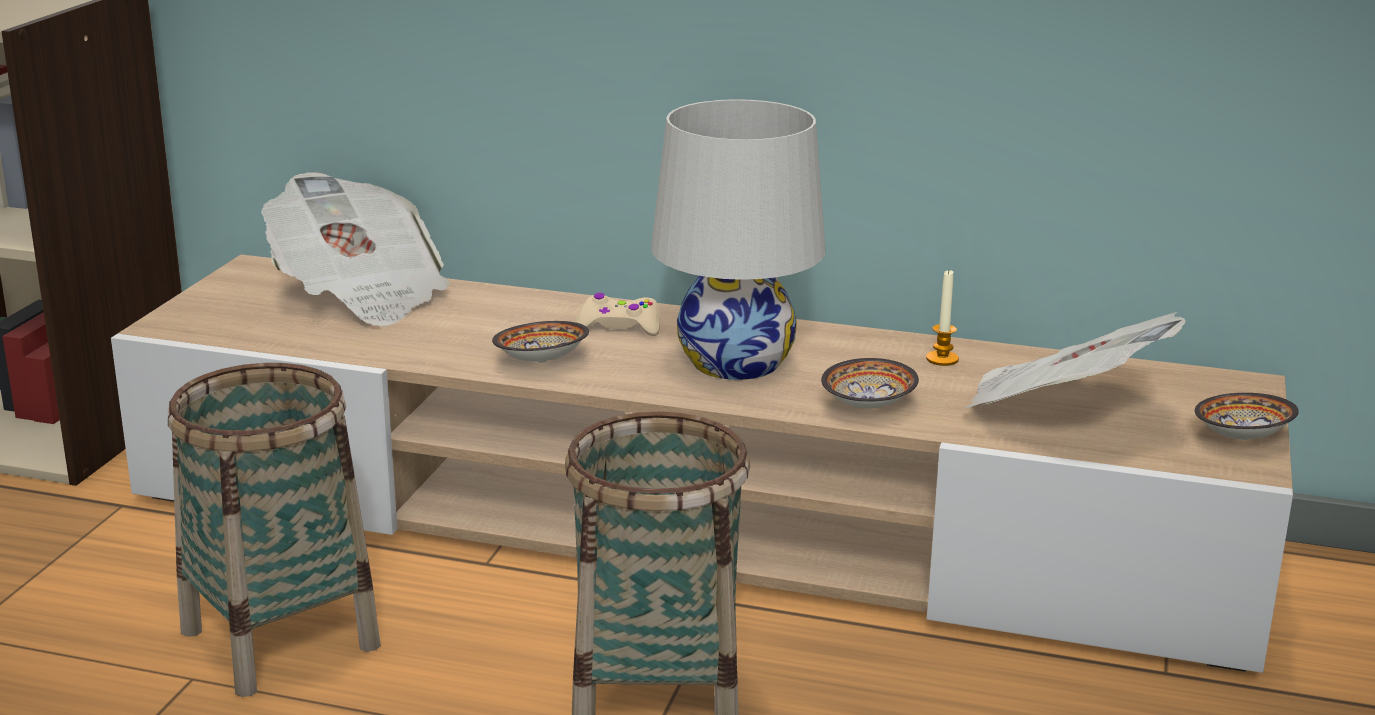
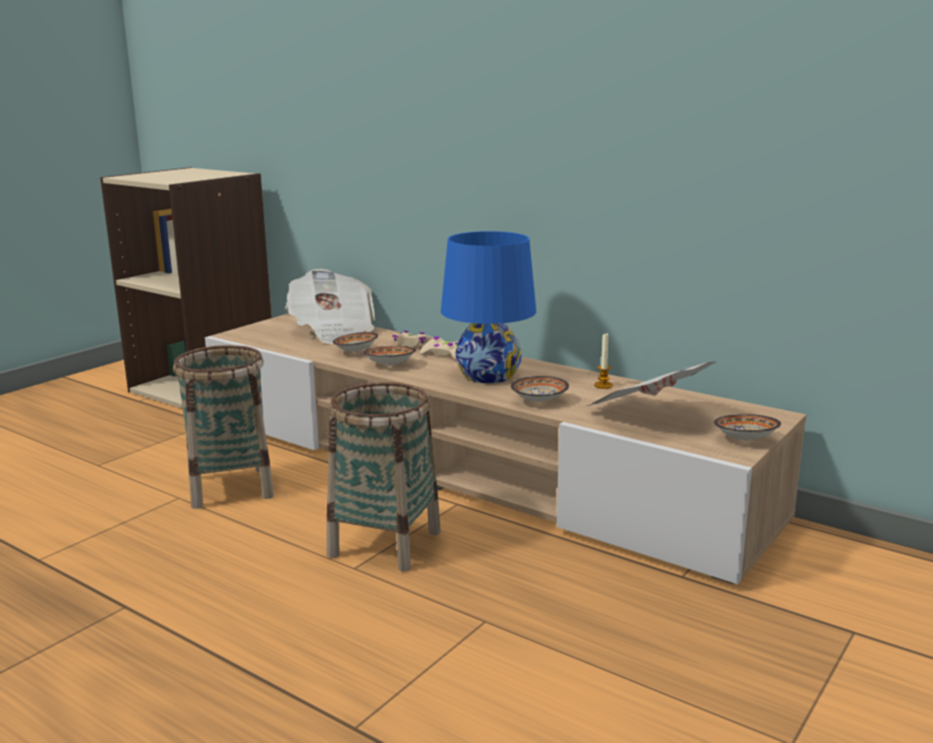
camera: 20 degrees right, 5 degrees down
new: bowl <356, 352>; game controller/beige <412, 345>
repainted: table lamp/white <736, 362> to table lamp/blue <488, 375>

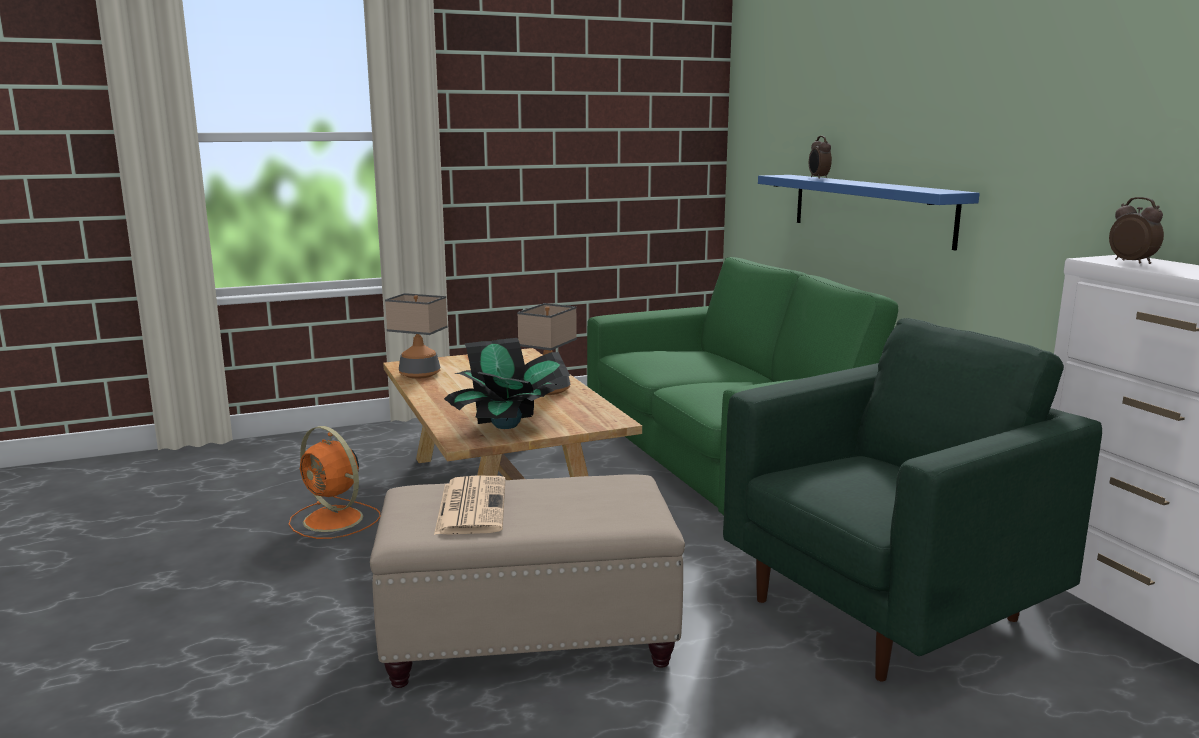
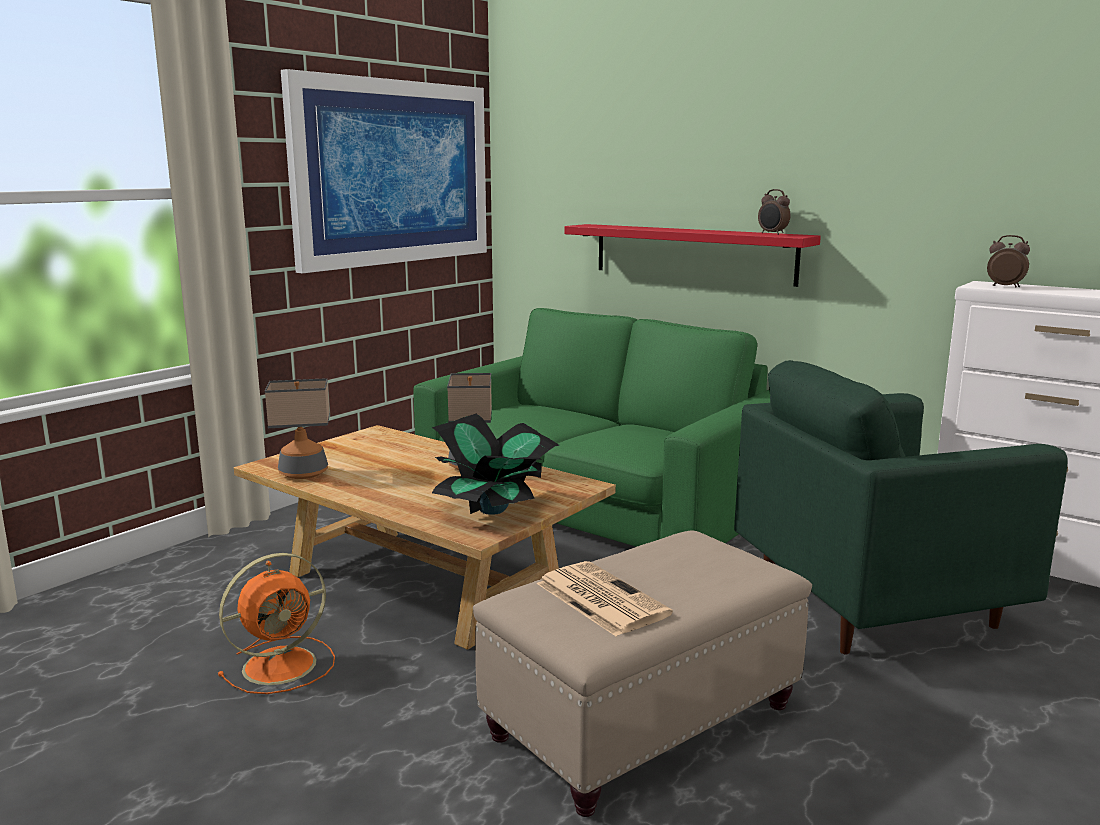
camera: 30 degrees left, 0 degrees up
new: picture <393, 173>
shifted: alarm clock <818, 178> to <772, 234>
repainted: shelf/blue <870, 208> to shelf/red <692, 253>
rotated: fan/orange <335, 520> = <283, 664> 45 degrees counterclockwise; armchair/green <887, 609> = <872, 605> 135 degrees counterclockwise

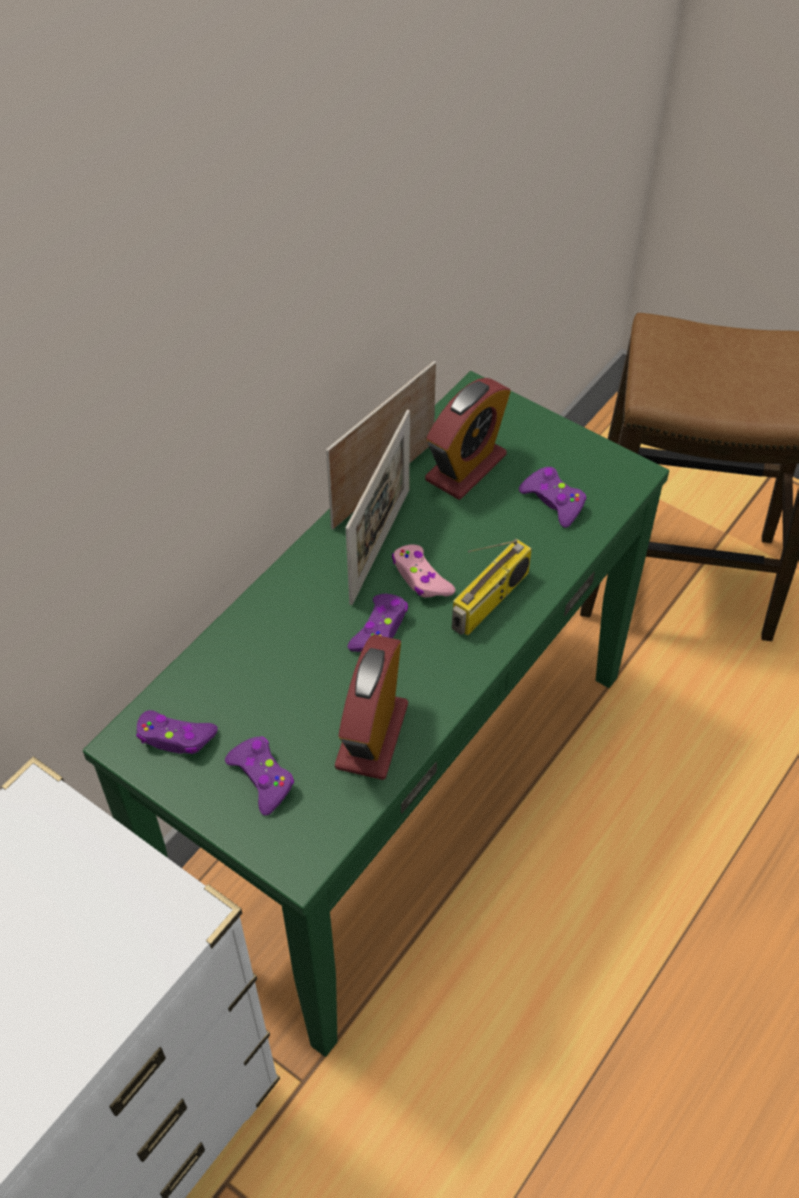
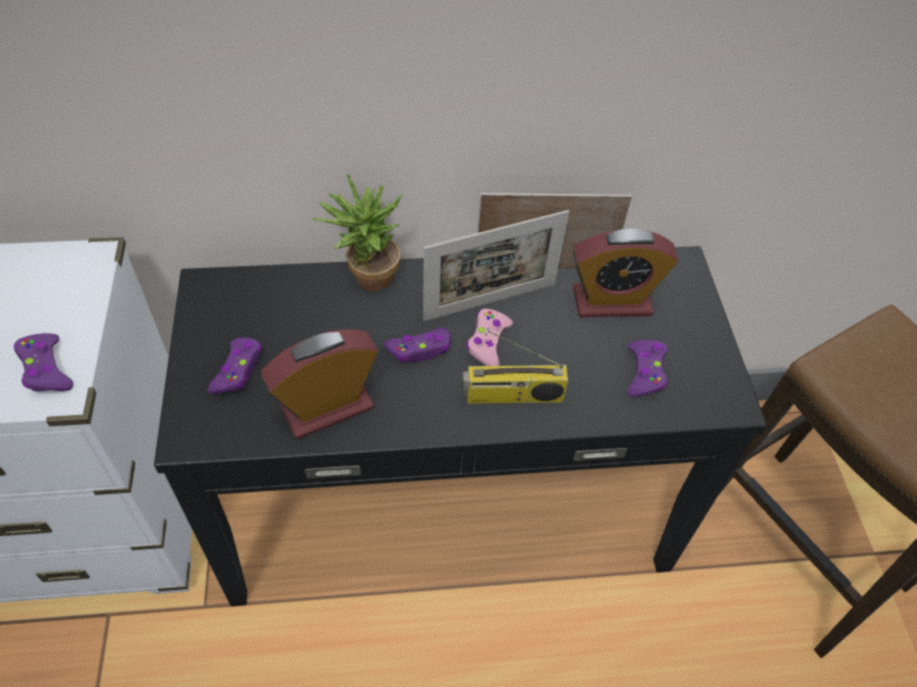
camera: 45 degrees right, 0 degrees up
new: potted plant <366, 278>
shifted: game controller/purple <175, 737> to <46, 369>
repainted: console table/green <397, 792> to console table/black <447, 503>

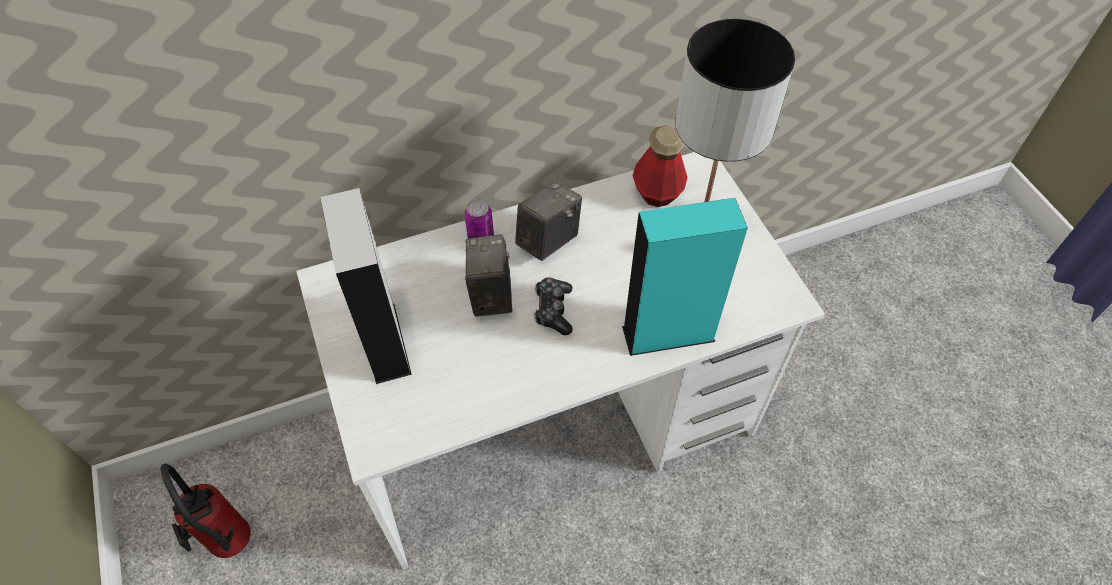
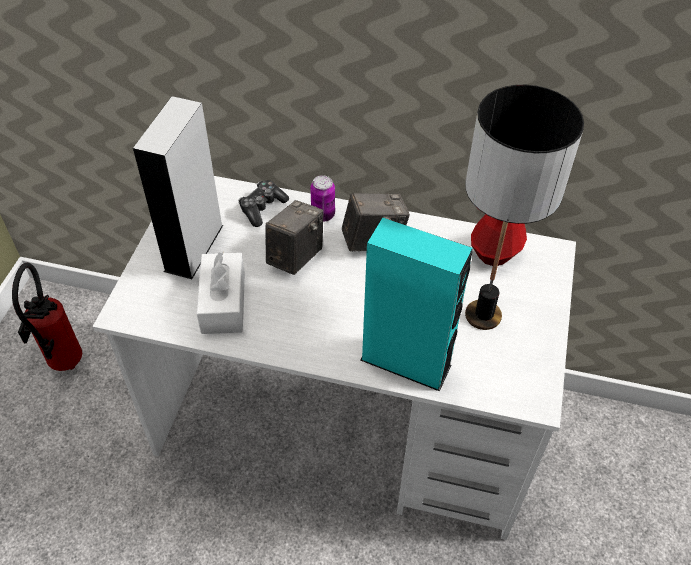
camera: 35 degrees right, 5 degrees down
new: tissue box/white <223, 303>
shifted: game controller <553, 310> to <262, 208>

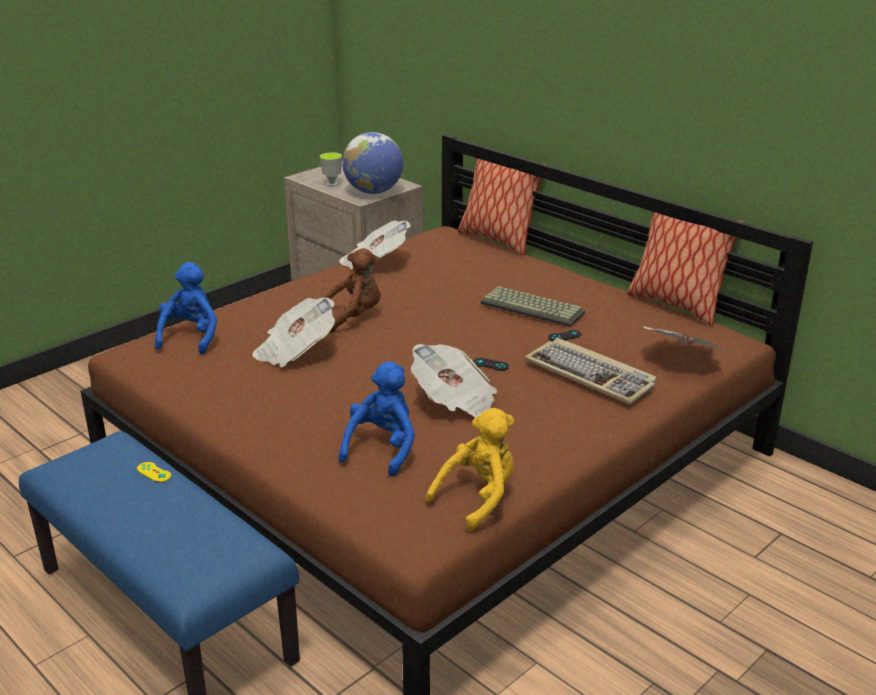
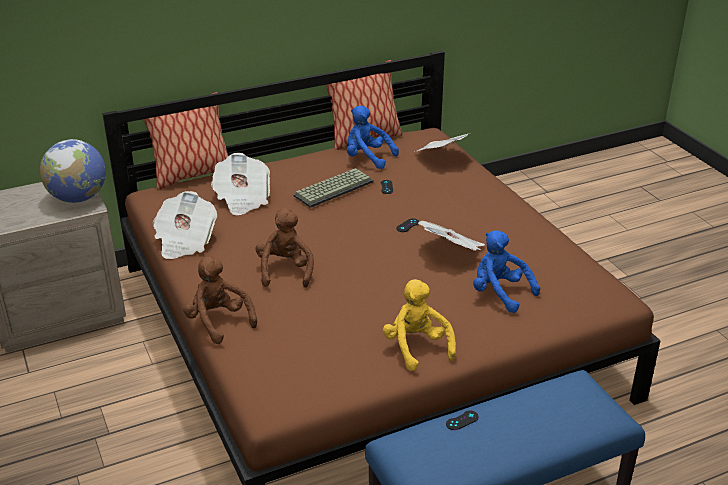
camera: 70 degrees left, 5 degrees up
gone: cup <332, 184>; keyboard <591, 374>
new: plush toy/brown <218, 322>
shifted: newspaper <295, 351> to <242, 199>; plush toy/blue <191, 337> to <367, 158>; plush toy/yellow <478, 498> to <417, 347>
repainted: game controller/yellow <154, 472> to game controller/black <462, 420>

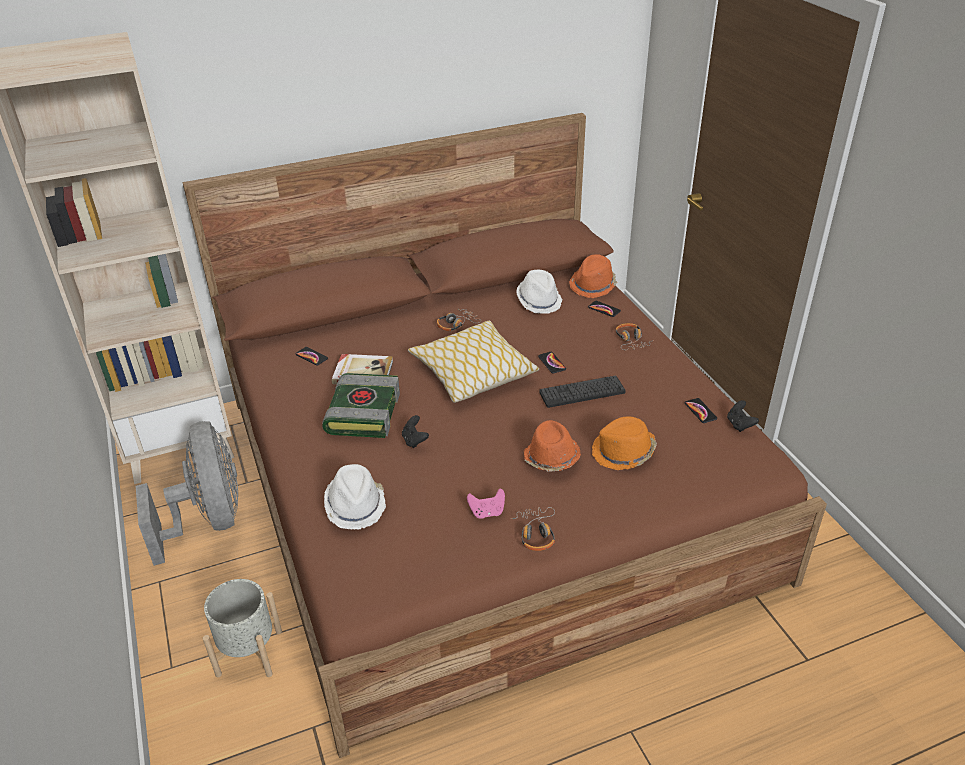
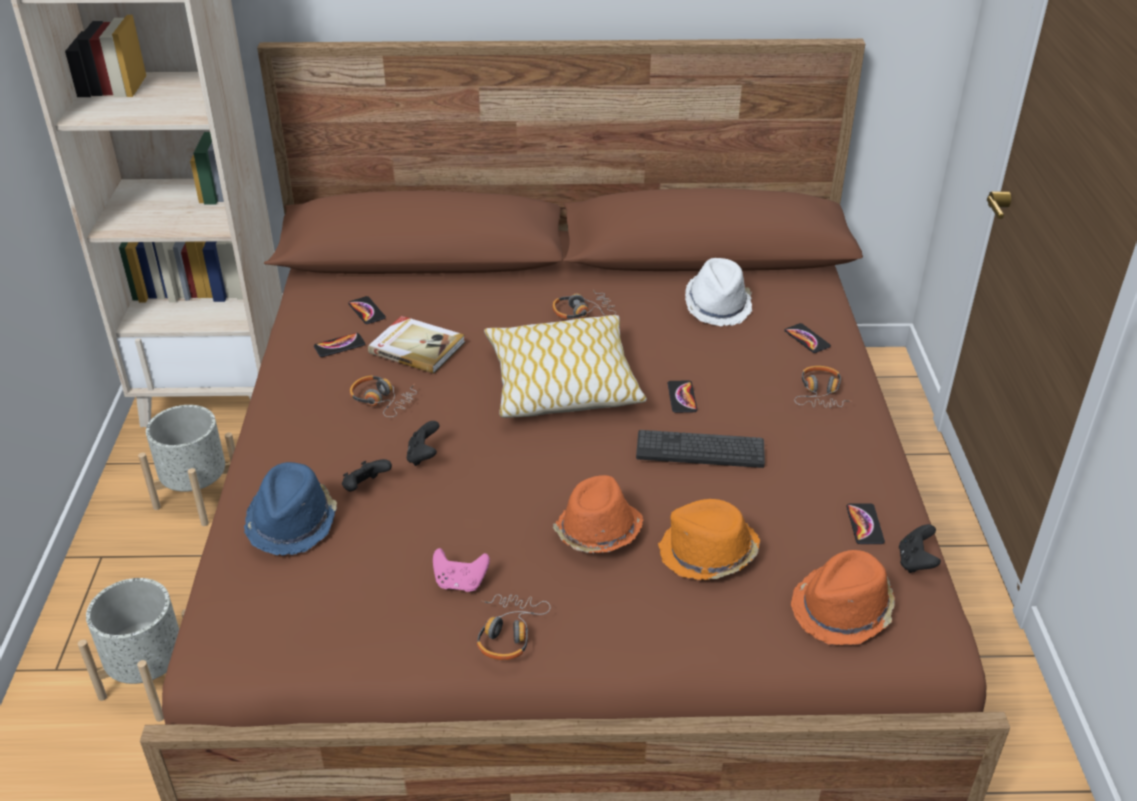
camera: 20 degrees right, 0 degrees up
new: phone <339, 346>; game controller/black <365, 487>
shifted: hat/orange <593, 285> to <843, 610>
swapped: fan/grey <209, 520> to planter/grey <198, 497>; book <362, 412> to headphones <382, 400>
repainted: hat/white <355, 505> to hat/blue <293, 522>

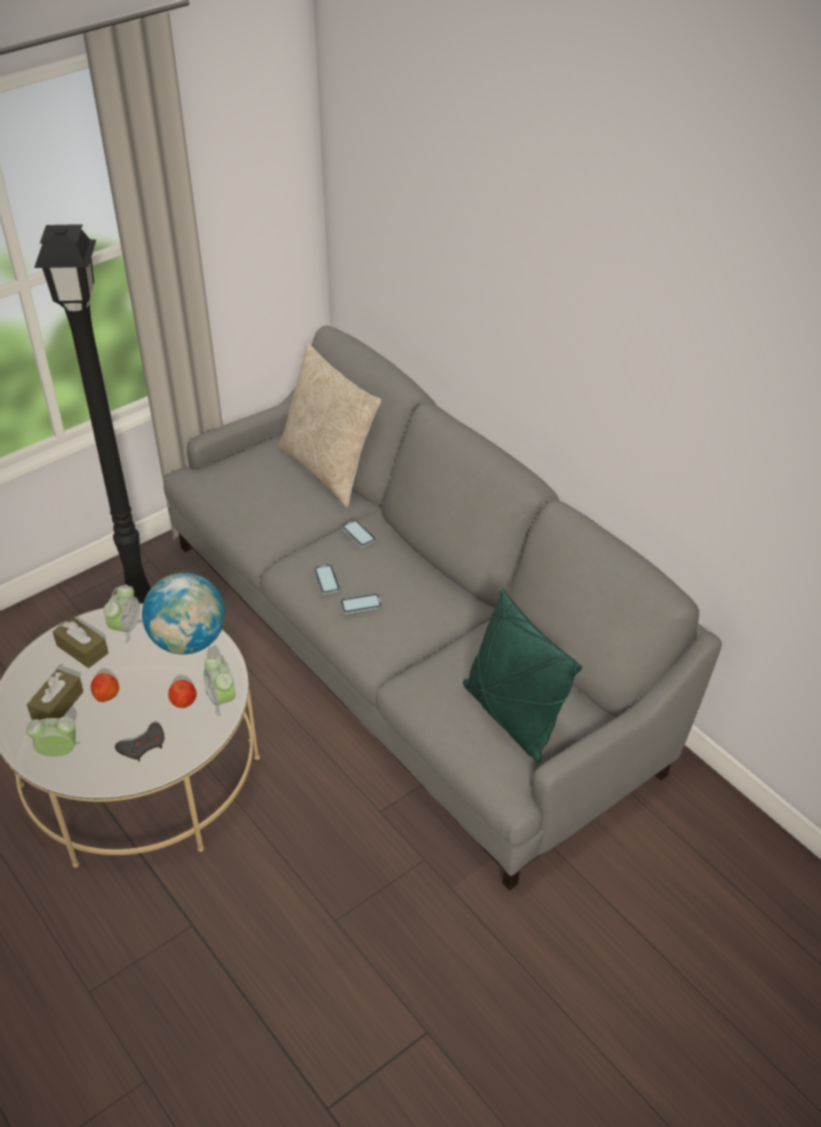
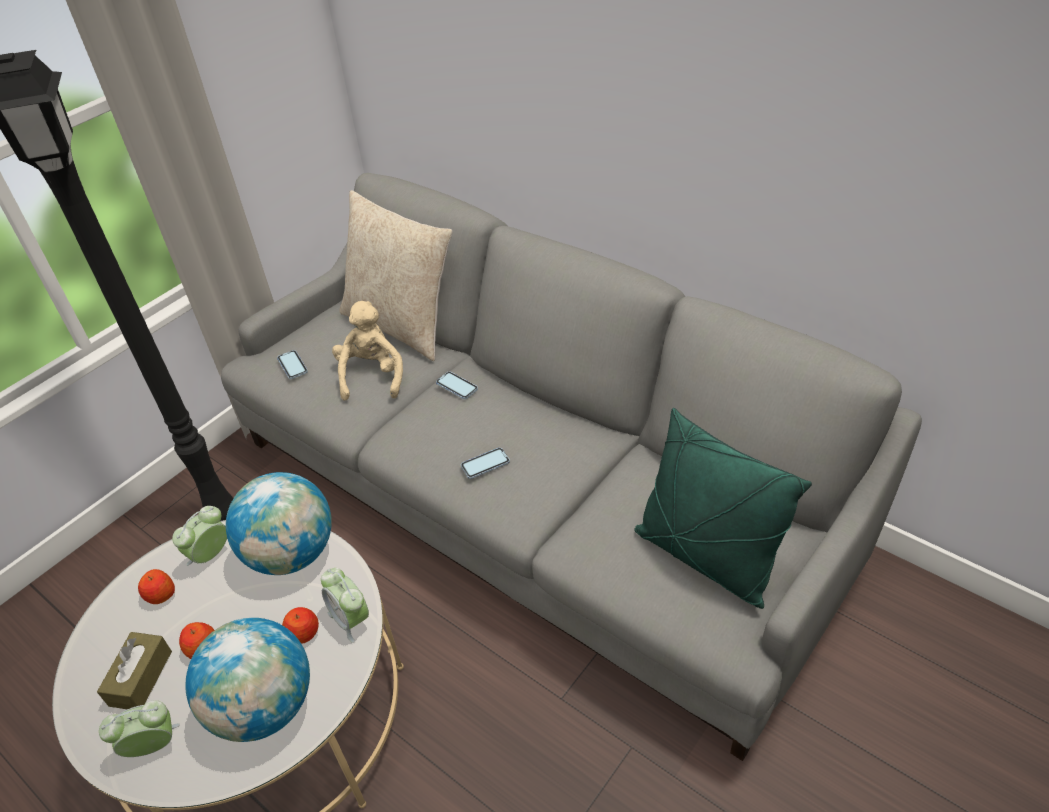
camera: 10 degrees left, 0 degrees up
new: plush toy/beige <372, 376>
shifted: phone <327, 580> to <292, 365>
swapped: tissue box/brown <82, 649> to apple <160, 595>; game controller/grey <143, 745> to globe <264, 707>
rotated: alarm clock <126, 628> = <211, 555> 150 degrees counterclockwise

